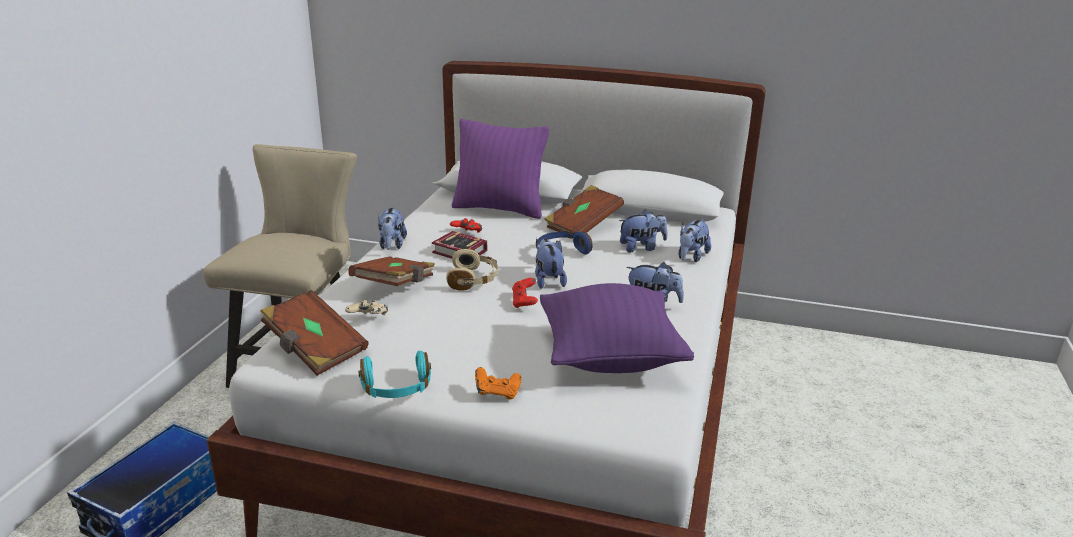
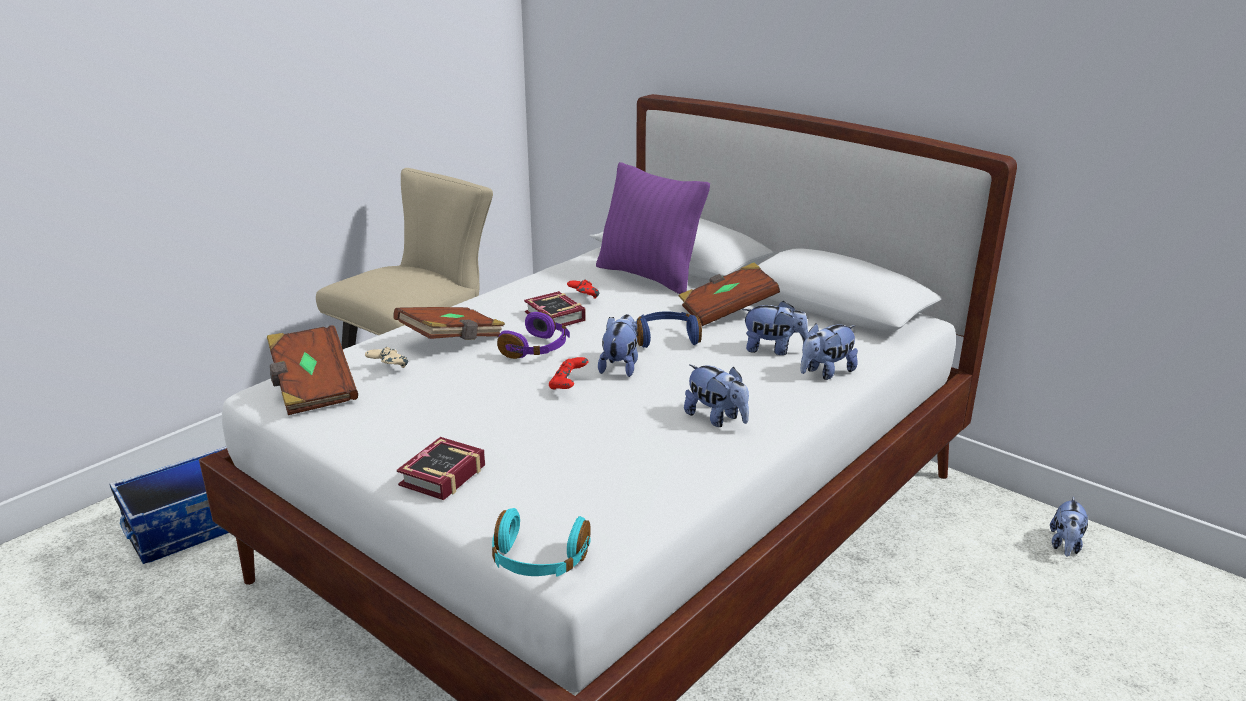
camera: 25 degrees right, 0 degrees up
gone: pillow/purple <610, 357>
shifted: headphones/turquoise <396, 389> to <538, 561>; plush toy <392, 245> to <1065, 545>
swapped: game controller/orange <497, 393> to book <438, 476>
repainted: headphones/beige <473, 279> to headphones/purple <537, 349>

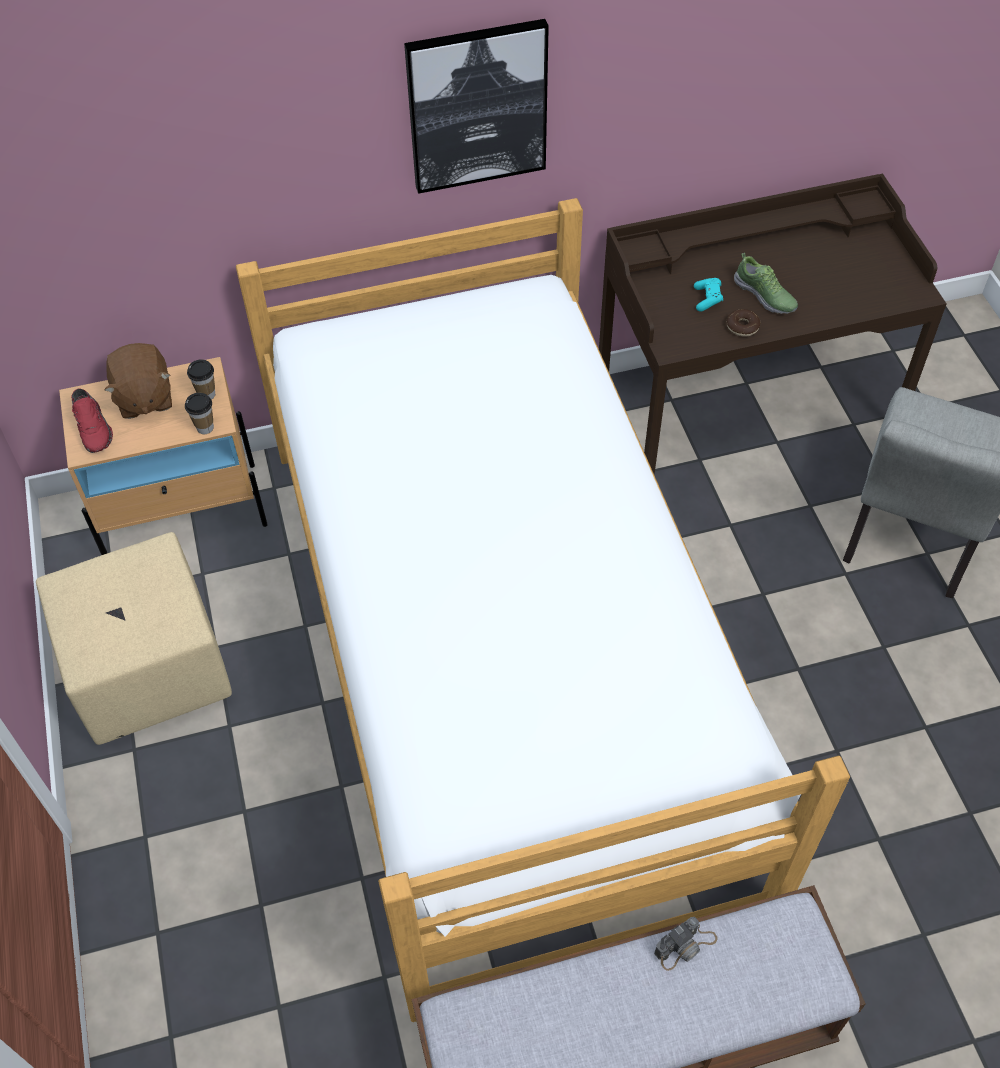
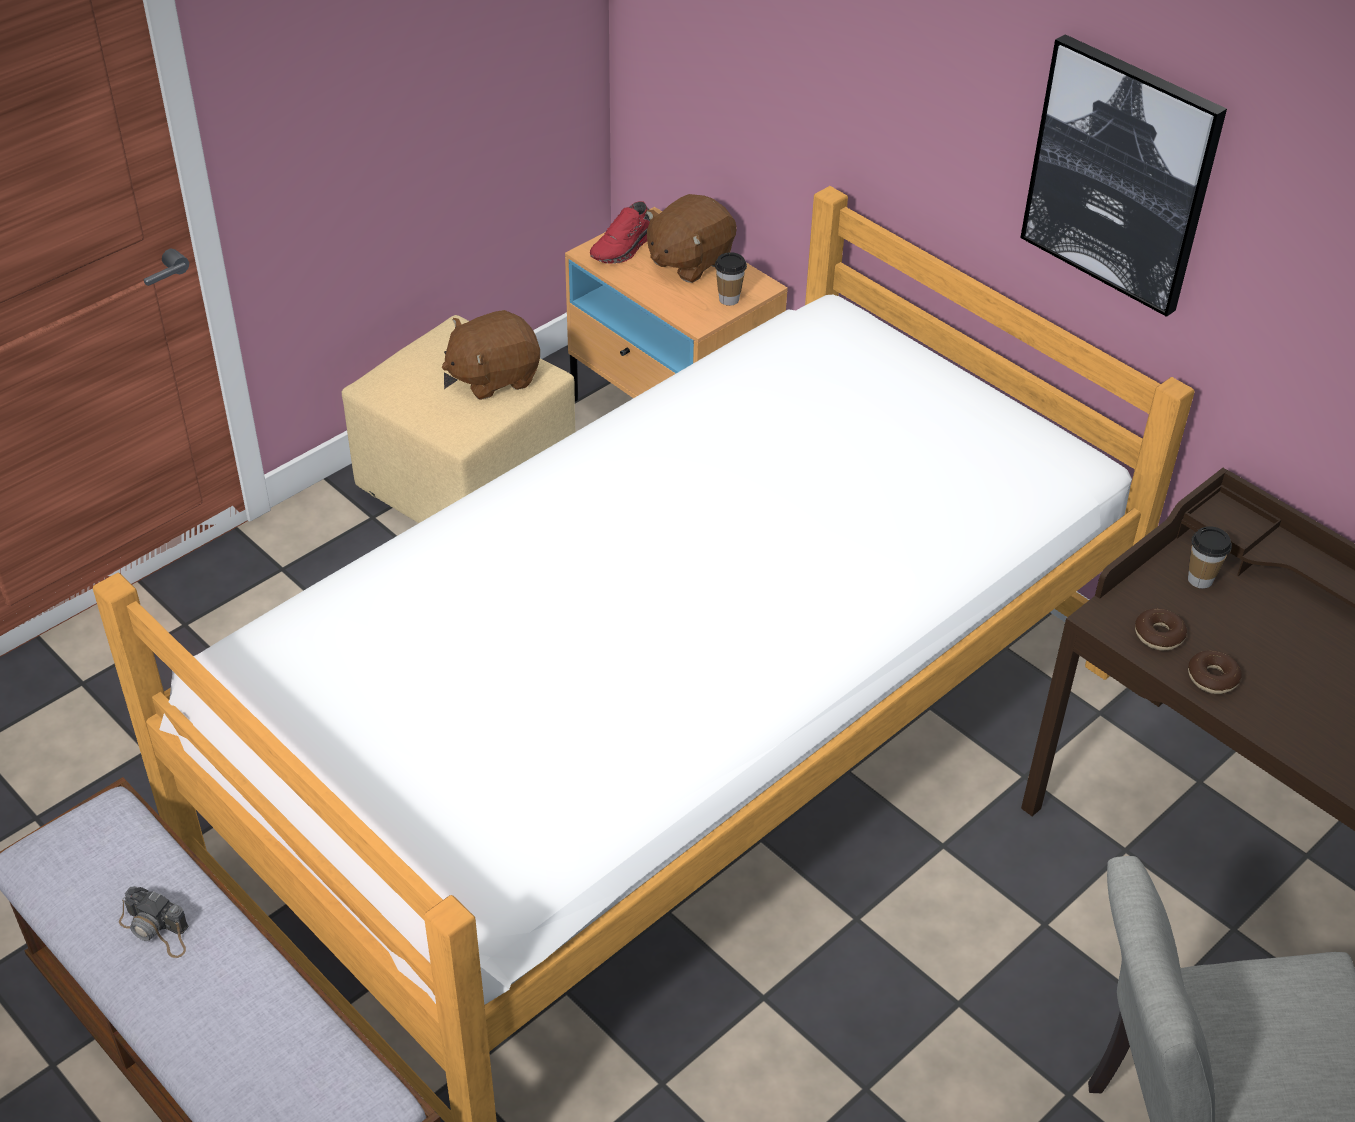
camera: 60 degrees right, 10 degrees down
gone: game controller/turquoise <707, 299>; shoe <765, 296>
new: plush toy/brown <493, 377>; donut <1158, 635>
shifted: photo camera <685, 946> to <156, 929>; cup <205, 427> to <1200, 580>

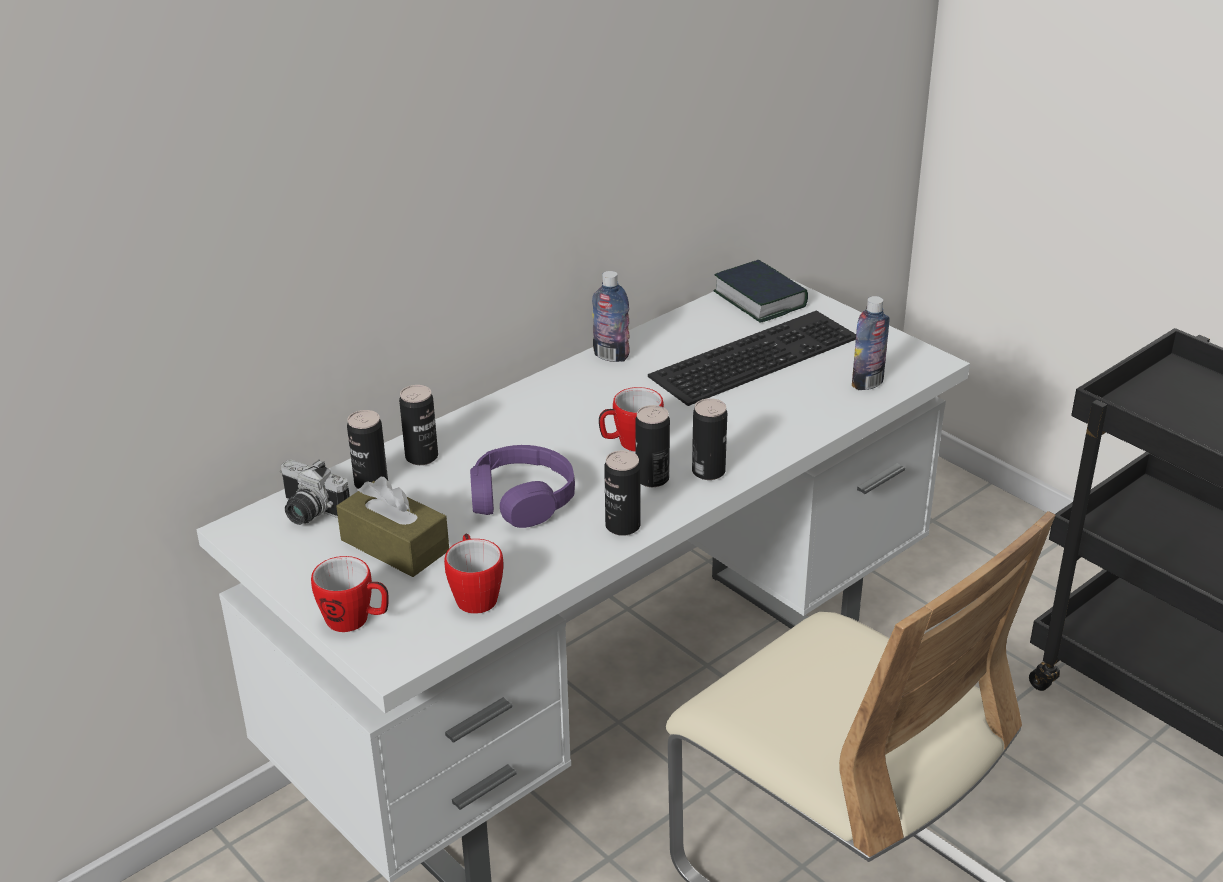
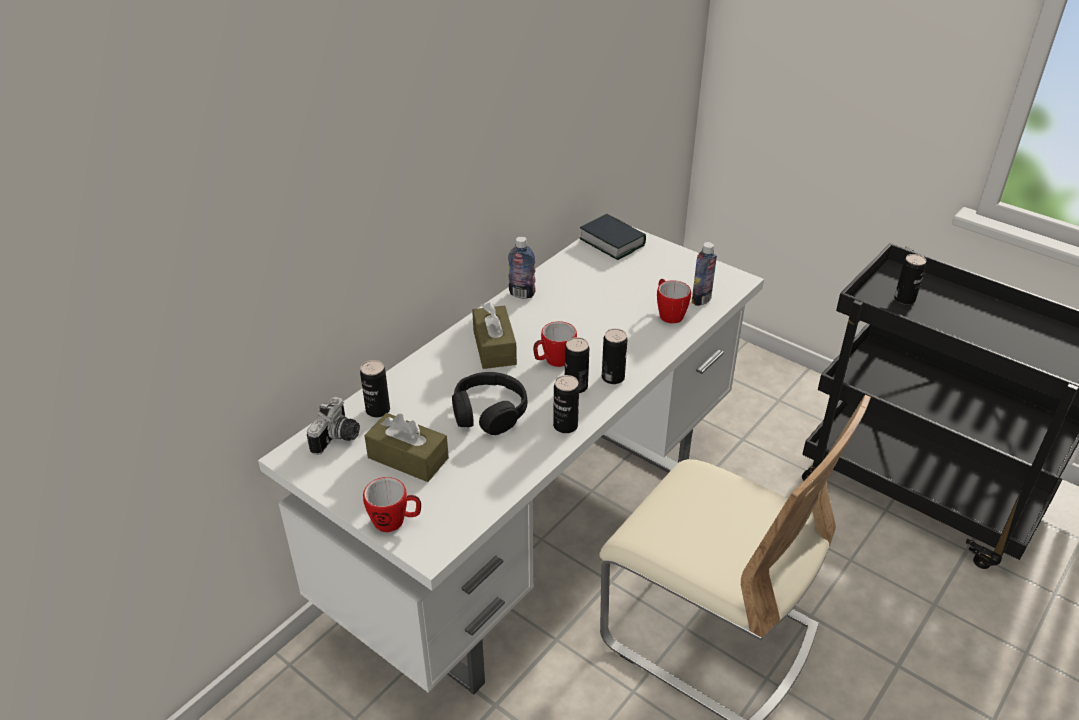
camera: 10 degrees left, 5 degrees up
gone: keyboard <754, 354>
new: tissue box/brown <494, 347>
shifted: mug <475, 594> to <668, 313>; can <421, 457> to <904, 299>
repainted: headphones/purple <521, 500> to headphones/black <489, 412>
rotated: photo camera <308, 513> = <338, 438> 90 degrees counterclockwise

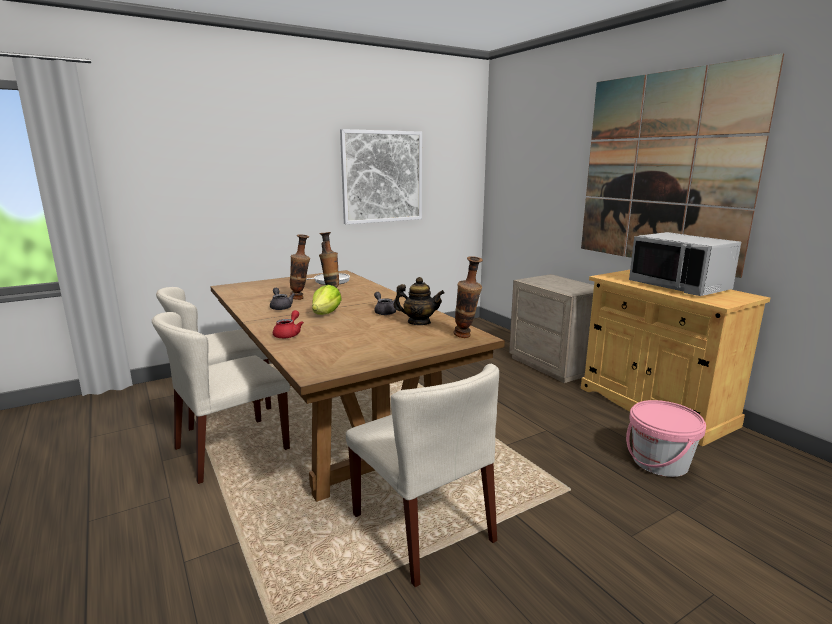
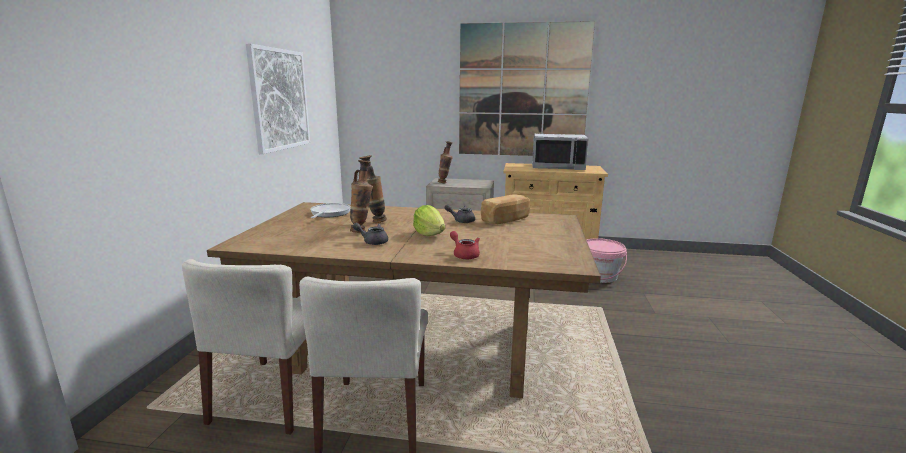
camera: 50 degrees left, 0 degrees up
gone: chair/beige <423, 528>
shifted: vase <466, 337> to <445, 183>
swapped: teapot <419, 322> to bread <506, 220>

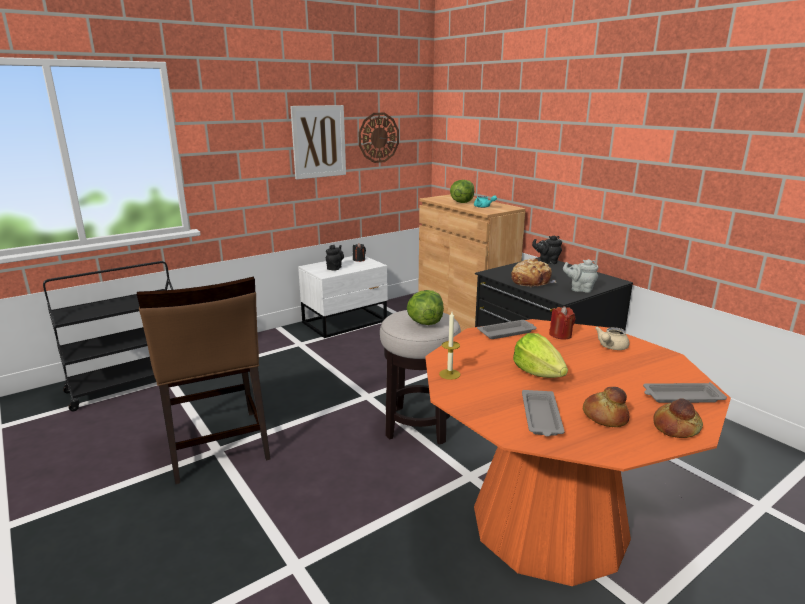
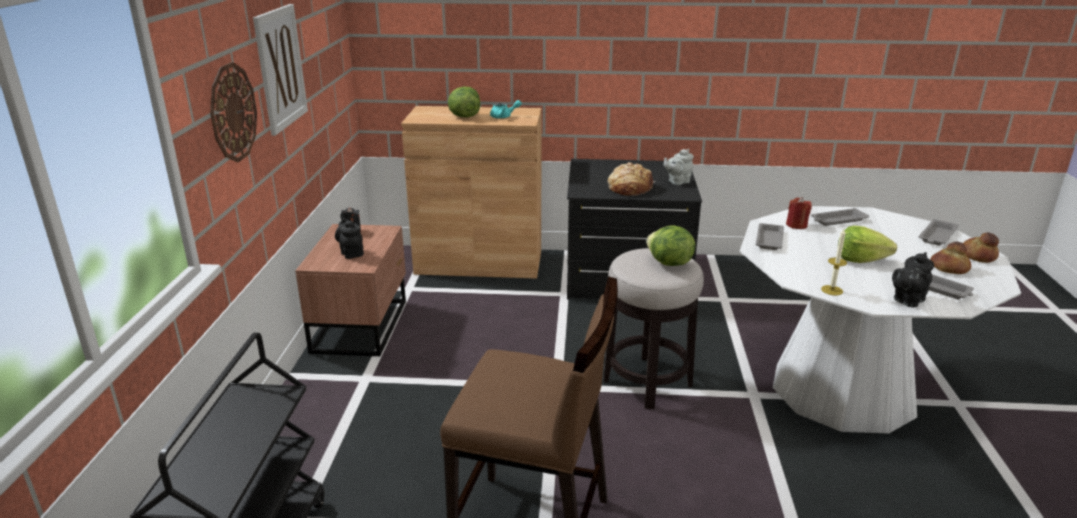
camera: 50 degrees left, 5 degrees up
shifted: wall clock <378, 137> to <232, 112>; teapot/black <547, 262> to <907, 300>
swapped: teapot/beige <610, 347> to tray/grey <837, 220>
repainted: nightstand/white <346, 322> to nightstand/brown <363, 325>; dining table/orange <549, 522> to dining table/white <843, 390>

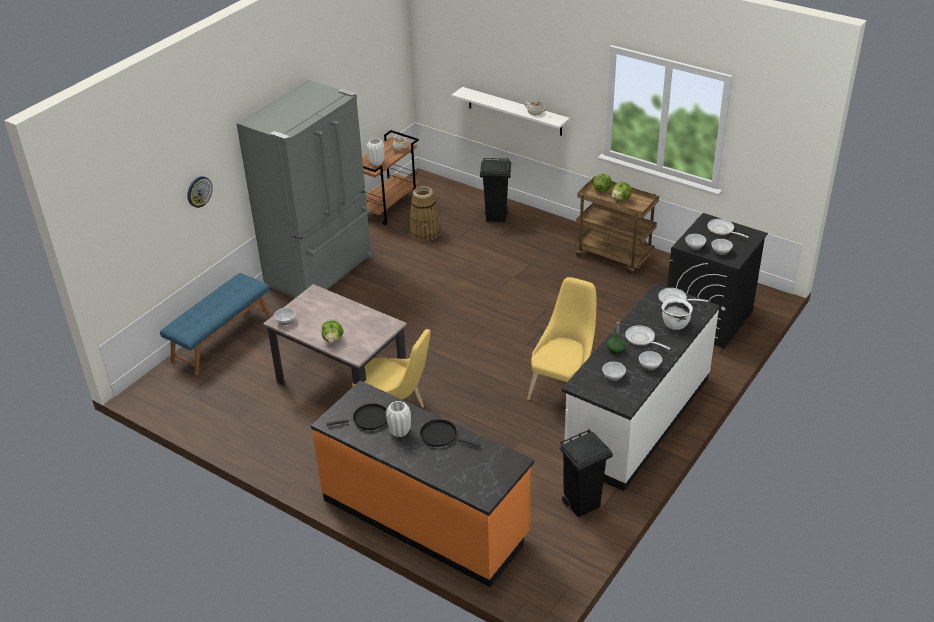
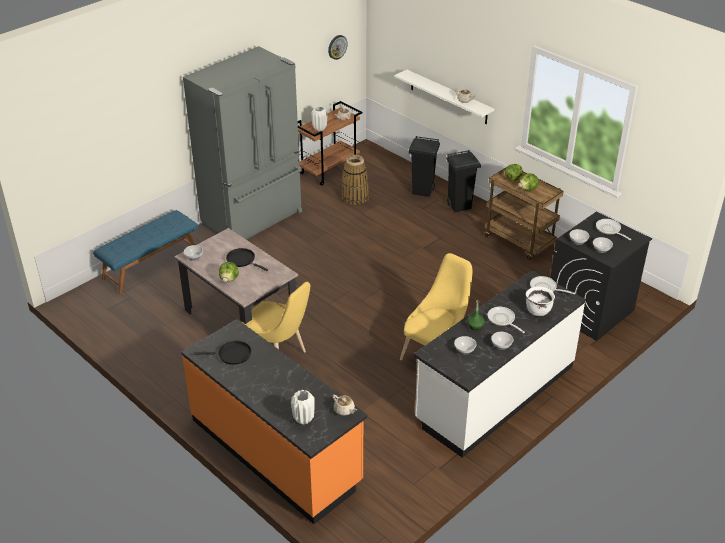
camera: 10 degrees right, 0 degrees up
new: teapot/beige <344, 410>
shifted: frying pan/black <441, 436> to <242, 260>; vase/white <400, 431> to <303, 419>; wall clock <199, 191> to <337, 47>; trash can/black <582, 504> to <460, 206>

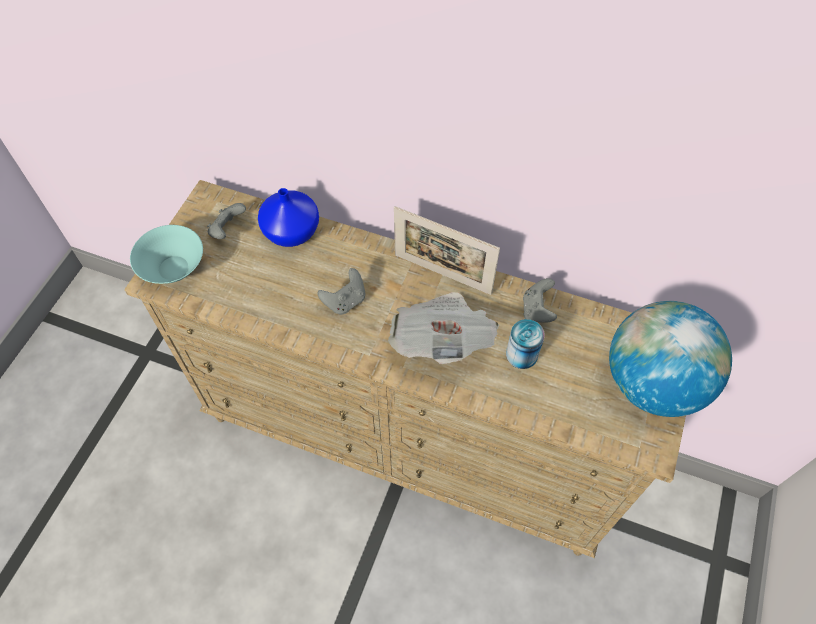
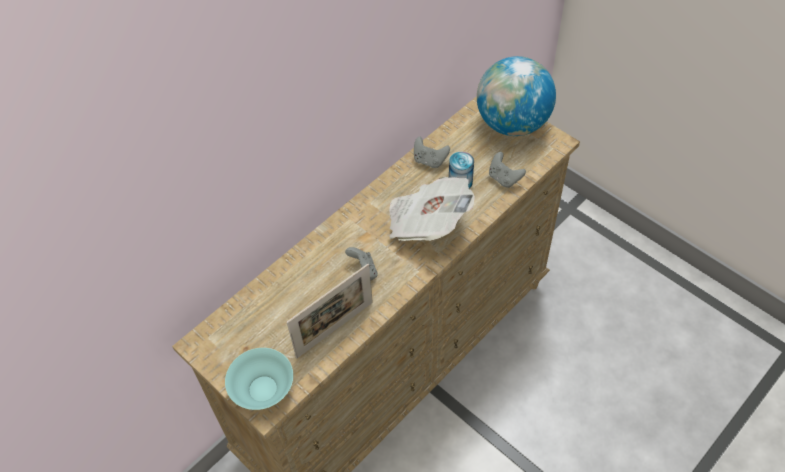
camera: 65 degrees left, 5 degrees down
gone: vase/blue <291, 233>
shifted: picture frame <442, 274> to <335, 329>; game controller/grey <227, 230> to <504, 178>

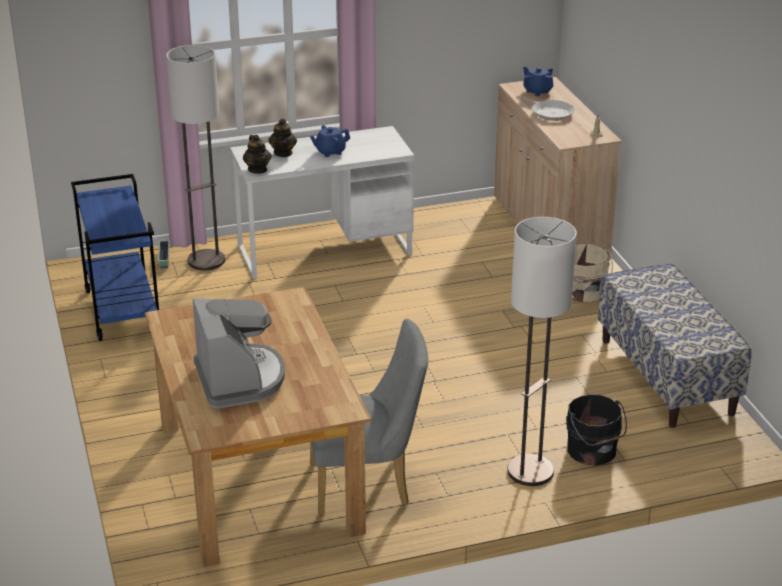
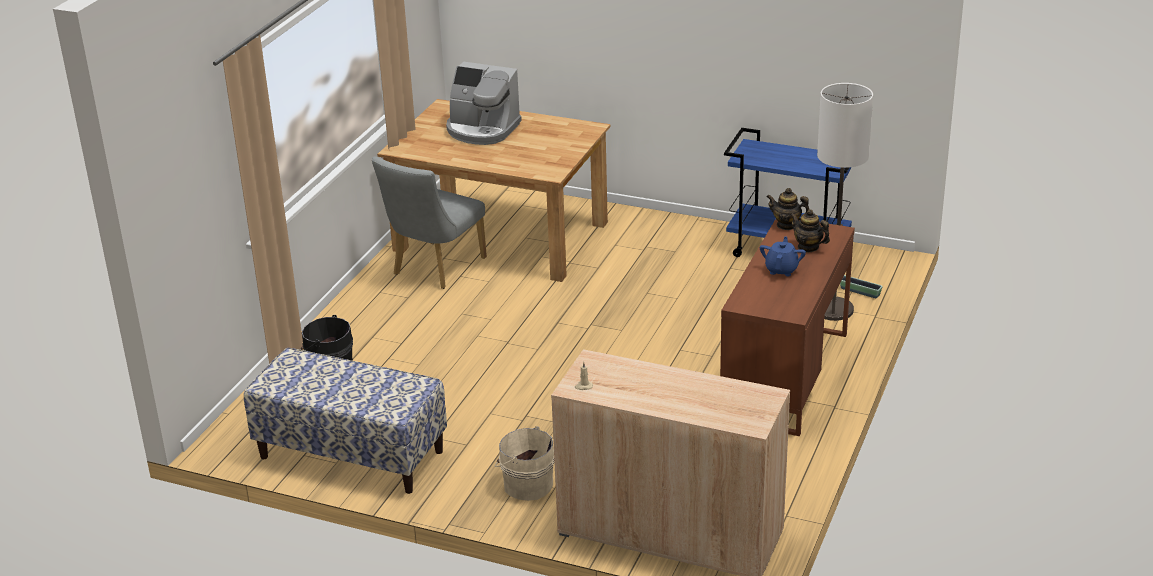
camera: 130 degrees right, 0 degrees up
gone: floor lamp <530, 472>; frying pan <550, 113>; teapot/blue <537, 91>
repainted: desk/white <325, 250> to desk/brown <784, 375>

